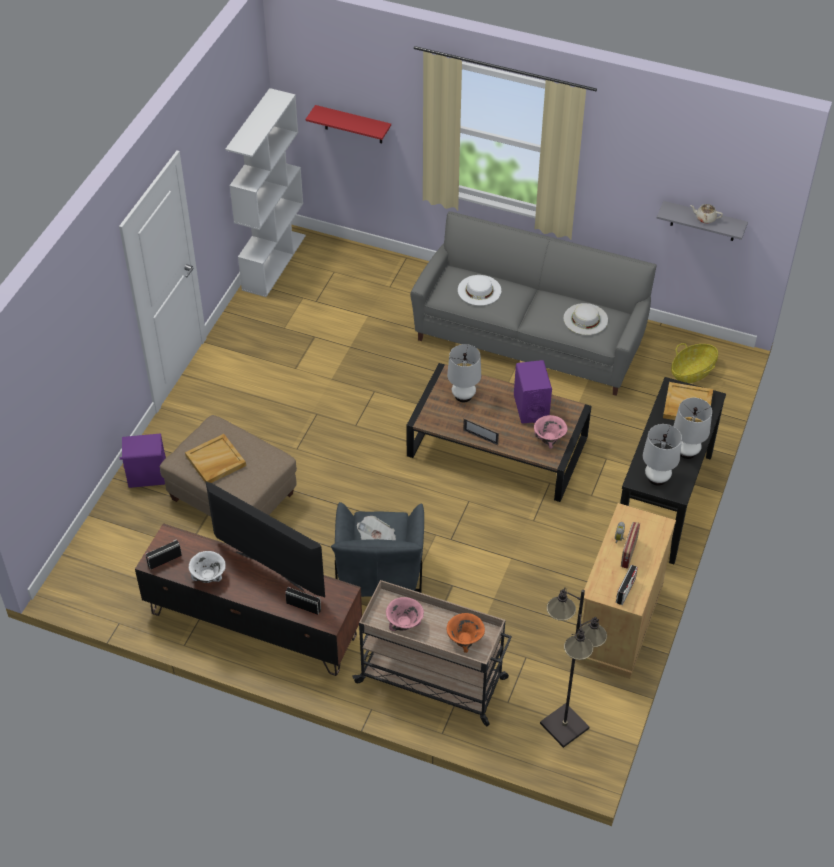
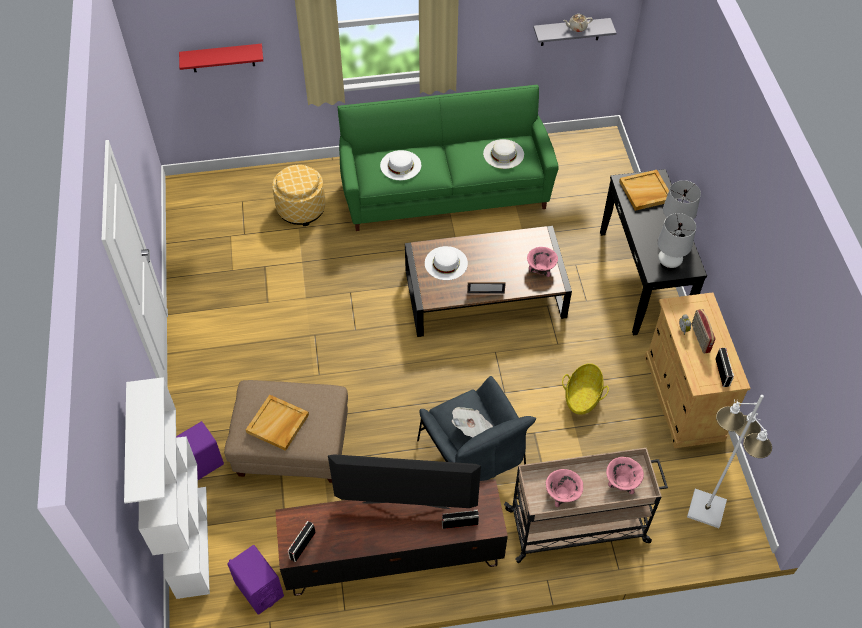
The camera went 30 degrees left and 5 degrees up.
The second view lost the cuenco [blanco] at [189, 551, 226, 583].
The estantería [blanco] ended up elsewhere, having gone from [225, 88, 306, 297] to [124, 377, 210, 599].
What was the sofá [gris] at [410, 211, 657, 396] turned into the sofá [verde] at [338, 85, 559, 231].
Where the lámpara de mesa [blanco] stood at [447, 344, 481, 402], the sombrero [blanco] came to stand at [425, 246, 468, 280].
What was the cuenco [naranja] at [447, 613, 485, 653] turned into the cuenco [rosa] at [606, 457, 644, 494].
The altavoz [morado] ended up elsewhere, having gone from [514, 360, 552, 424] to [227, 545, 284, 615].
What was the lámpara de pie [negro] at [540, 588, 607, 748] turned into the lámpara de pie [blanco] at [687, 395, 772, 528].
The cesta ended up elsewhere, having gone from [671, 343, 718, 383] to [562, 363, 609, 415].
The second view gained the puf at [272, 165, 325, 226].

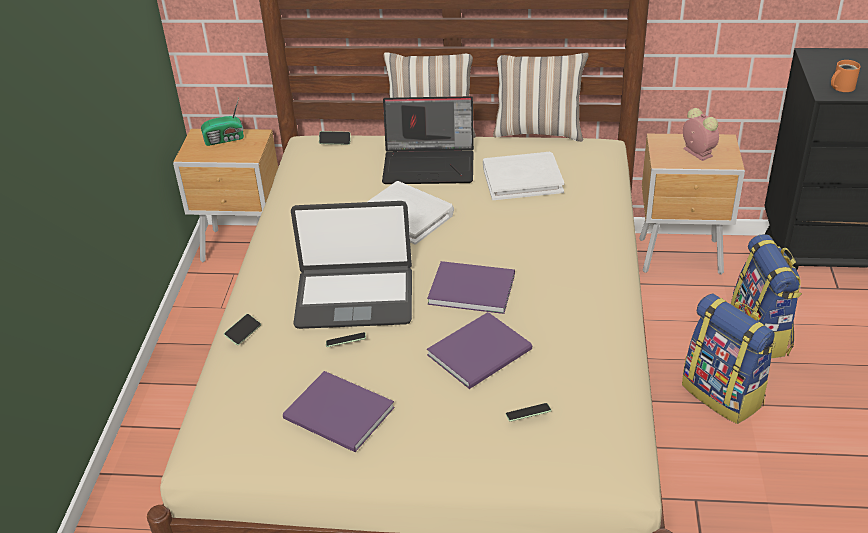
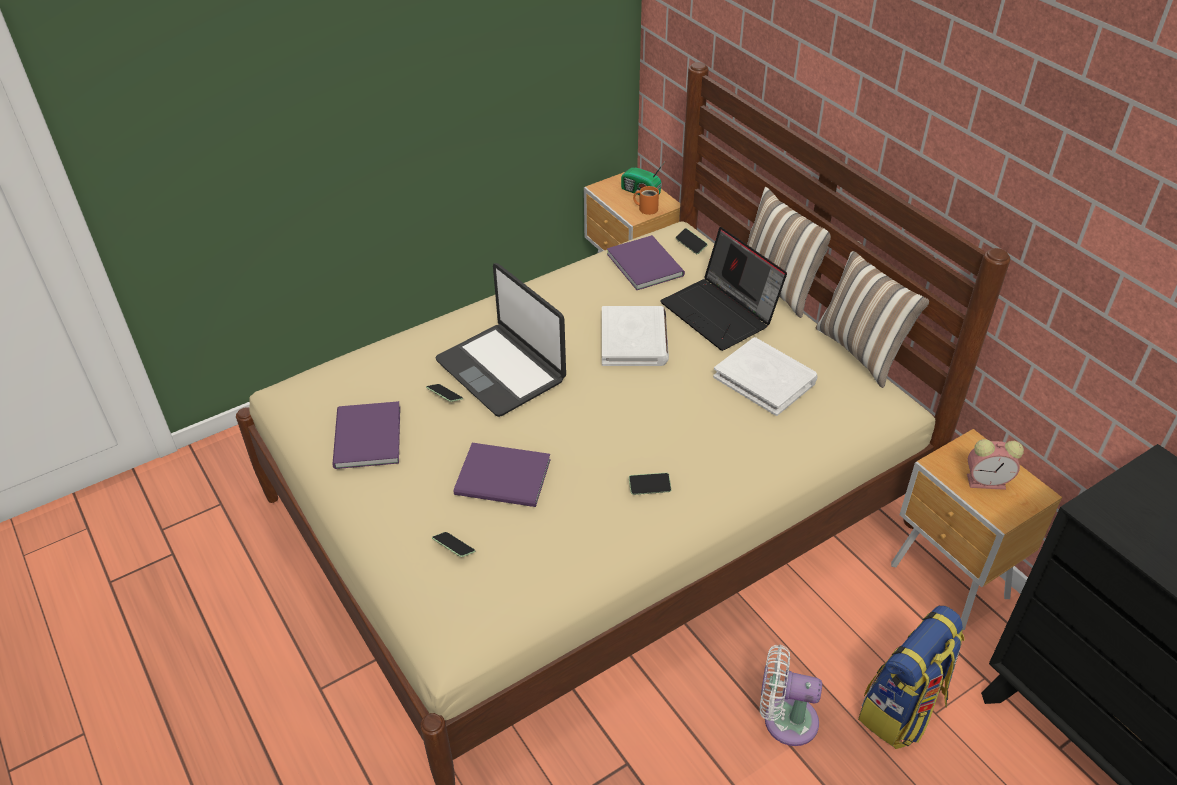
The camera went 50 degrees right and 5 degrees up.
The móvil ended up elsewhere, having gone from [224, 314, 261, 345] to [629, 473, 671, 495].
The libro [morado] ended up elsewhere, having gone from [427, 261, 515, 314] to [607, 235, 685, 290].
Where the mochila stood at [682, 293, 776, 424], the ventilador [blanco] came to stand at [760, 645, 822, 746].
The despertador at [683, 108, 719, 161] ended up facing another way, 75 degrees clockwise from before.
The taza grande [naranja] ended up elsewhere, having gone from [831, 60, 860, 92] to [633, 186, 659, 215].

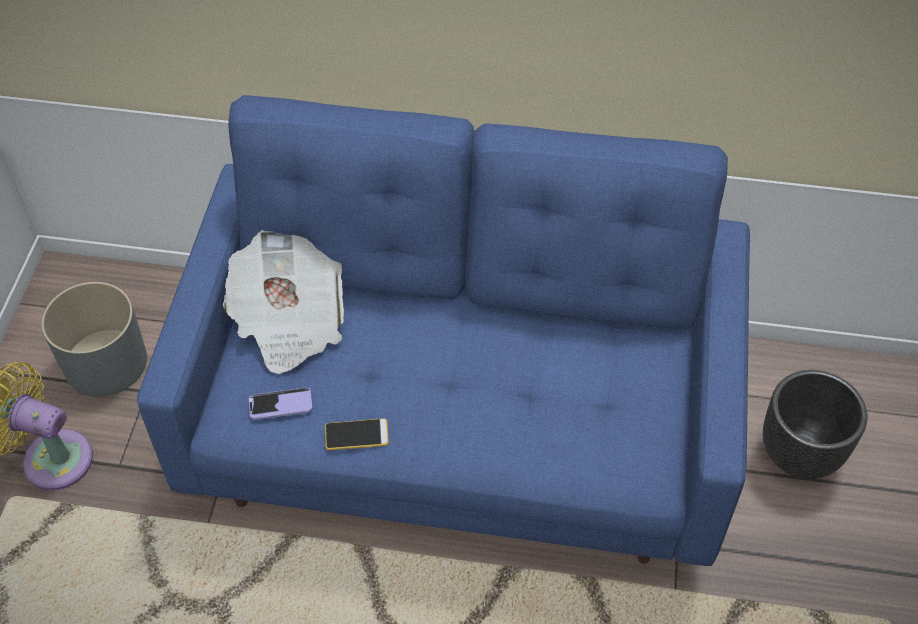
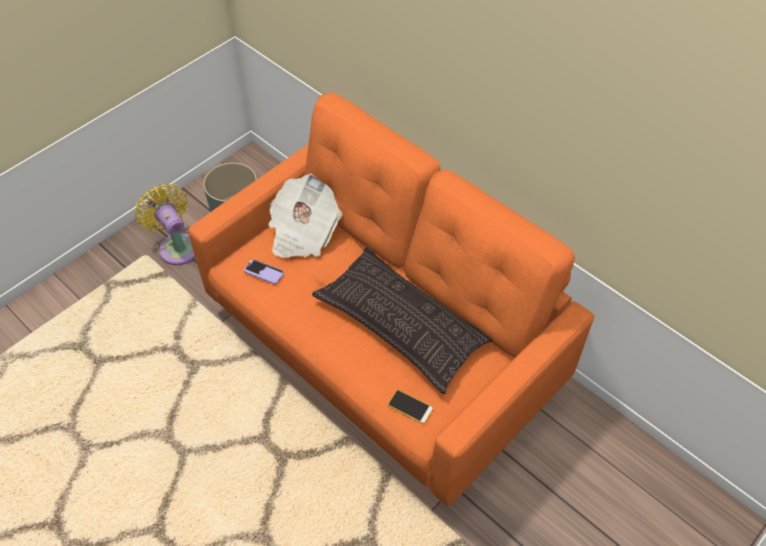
The camera went 35 degrees right and 0 degrees up.
What was the sofá [azul] at [137, 95, 750, 566] turned into the sofá [naranja] at [188, 93, 594, 506].
The móvil ended up elsewhere, having gone from [325, 418, 389, 450] to [388, 390, 433, 424].
The second view lost the maceta [negro] at [763, 370, 868, 479].
The second view gained the cojín at [312, 247, 493, 394].

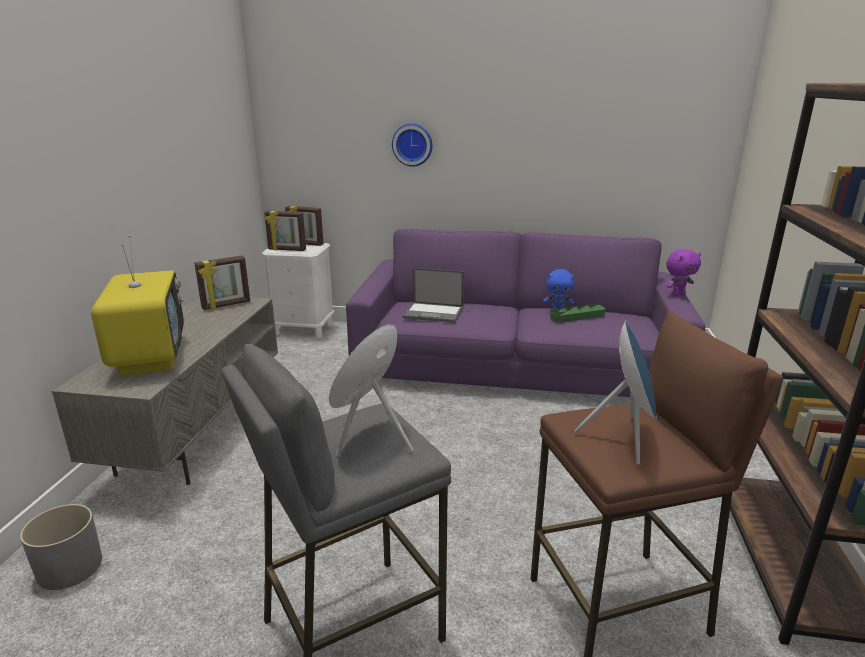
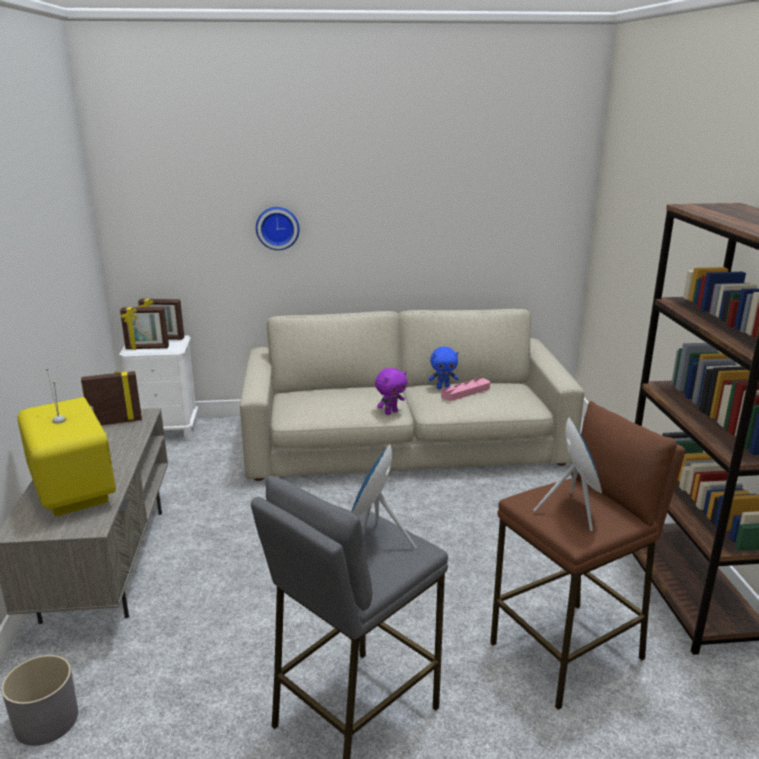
The camera went 15 degrees left and 0 degrees up.
The portarretratos at [194, 255, 250, 310] ended up facing another way, 150 degrees counterclockwise from before.
What was the sofá [morado] at [346, 229, 705, 397] turned into the sofá [beis] at [240, 309, 585, 481].
The second view lost the portátil at [403, 268, 464, 323].
What was the bandeja [verde] at [550, 304, 605, 323] turned into the bandeja [rosa] at [441, 378, 490, 401].
The peluche [morado] ended up elsewhere, having gone from [666, 249, 701, 296] to [375, 368, 407, 415].

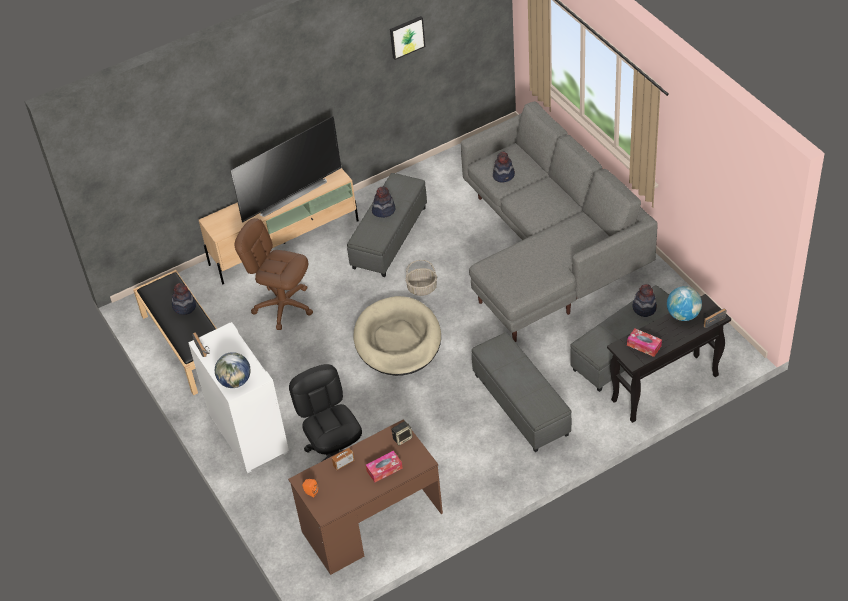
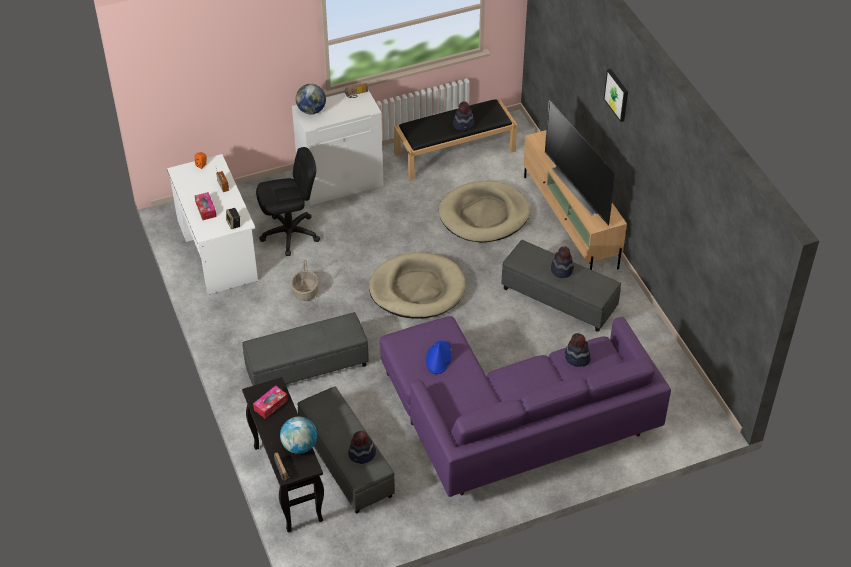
The camera went 95 degrees right and 0 degrees up.
Where the silla de oficina [marrón] stood at [235, 218, 313, 330], the cama para perro [beis] came to stand at [439, 181, 530, 242].
What was the escritorio [marrón] at [288, 419, 443, 575] turned into the escritorio [blanco] at [167, 154, 258, 295].
The cuadro ended up elsewhere, having gone from [390, 16, 425, 60] to [604, 69, 628, 122].
The cesta ended up elsewhere, having gone from [405, 260, 437, 296] to [291, 260, 319, 301].
What was the sofá [gris] at [461, 101, 658, 342] turned into the sofá [morado] at [380, 316, 671, 497].
The second view gained the sombrero [azul] at [426, 340, 452, 374].

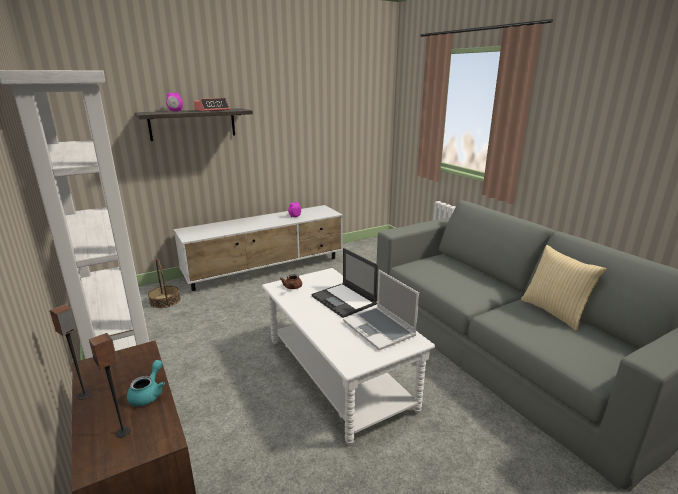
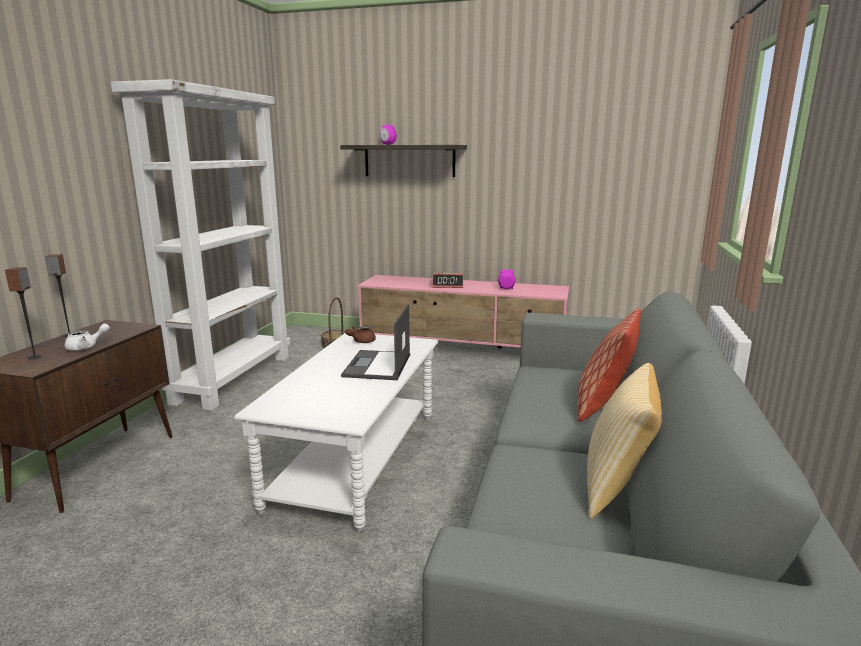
The camera went 45 degrees right and 5 degrees down.
What was the tetera [turquesa] at [127, 360, 165, 406] turned into the tetera [blanco] at [65, 323, 110, 351].
What was the mueble de televisión [blanco] at [174, 205, 343, 291] turned into the mueble de televisión [rosa] at [358, 275, 569, 349].
The despertador ended up elsewhere, having gone from [194, 98, 230, 112] to [432, 273, 463, 288].
The second view lost the portátil at [343, 270, 419, 350].
The second view gained the cojín at [578, 308, 641, 422].

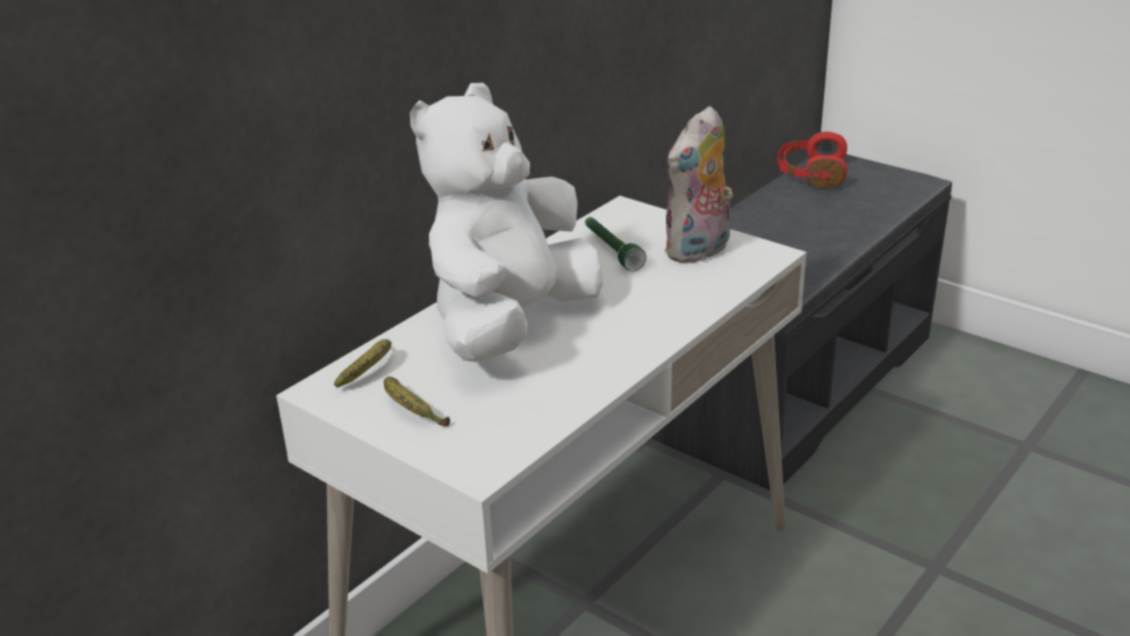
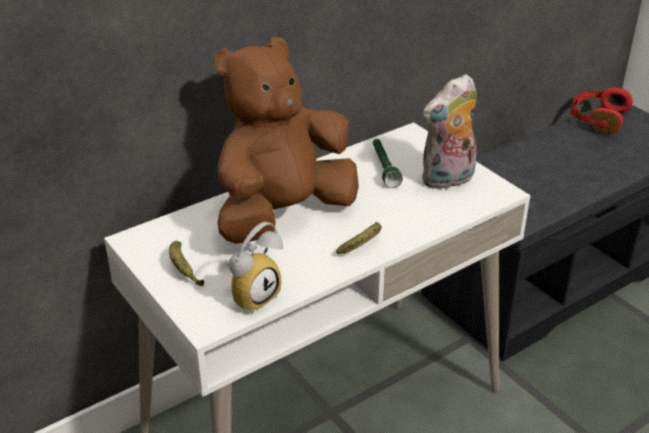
The camera went 15 degrees right and 5 degrees up.
The plátano ended up elsewhere, having gone from [334, 339, 391, 388] to [336, 222, 382, 254].
What was the peluche [blanco] at [410, 83, 603, 362] turned into the peluche [marrón] at [215, 37, 359, 244].
The second view gained the despertador at [224, 222, 283, 314].

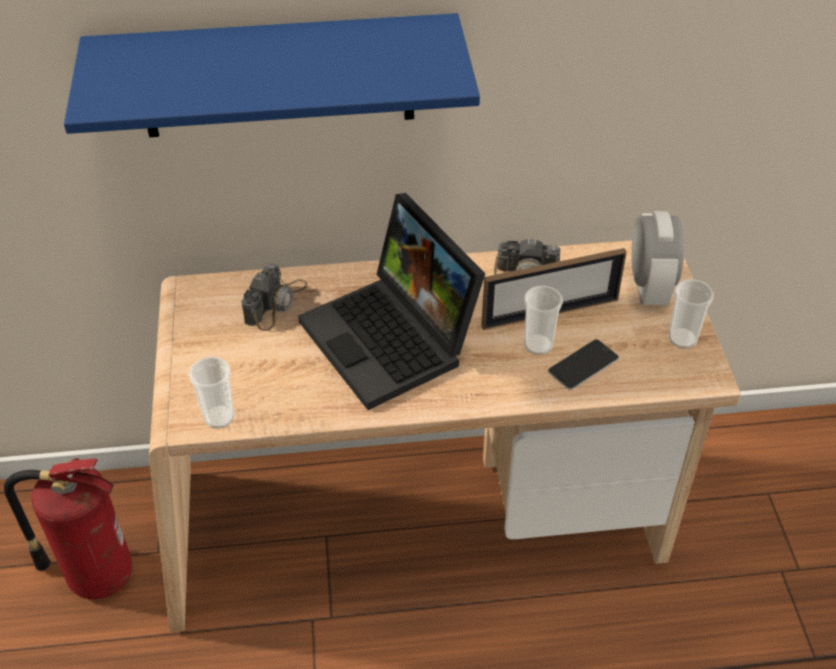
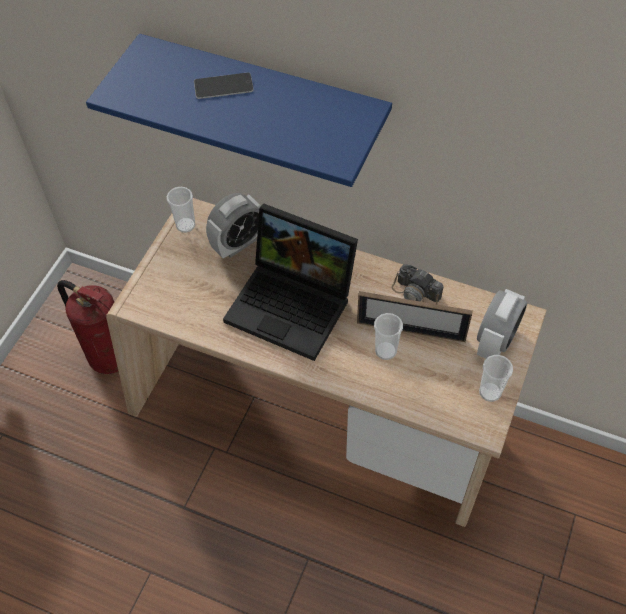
The camera went 30 degrees right and 10 degrees up.
The taza ended up elsewhere, having gone from [189, 357, 235, 429] to [167, 187, 195, 233].
Where the cámara stood at [242, 263, 308, 331], the despertador came to stand at [206, 193, 261, 258].
The portátil at [298, 193, 485, 410] ended up facing another way, 60 degrees counterclockwise from before.
The móvil ended up elsewhere, having gone from [548, 339, 619, 390] to [194, 73, 254, 99].

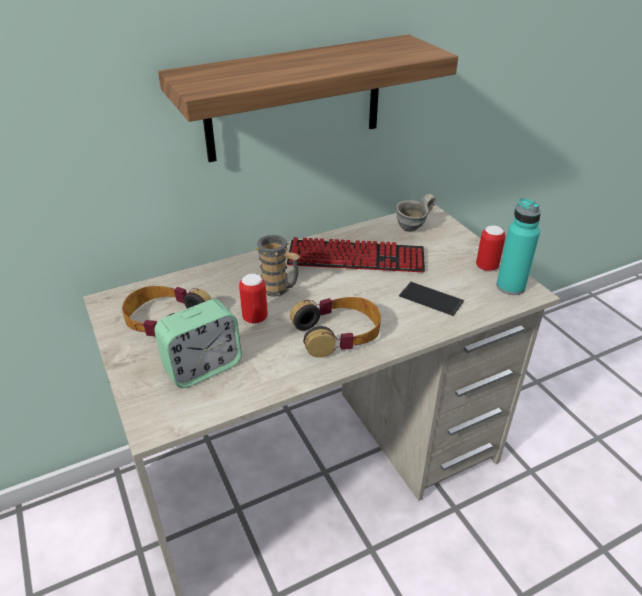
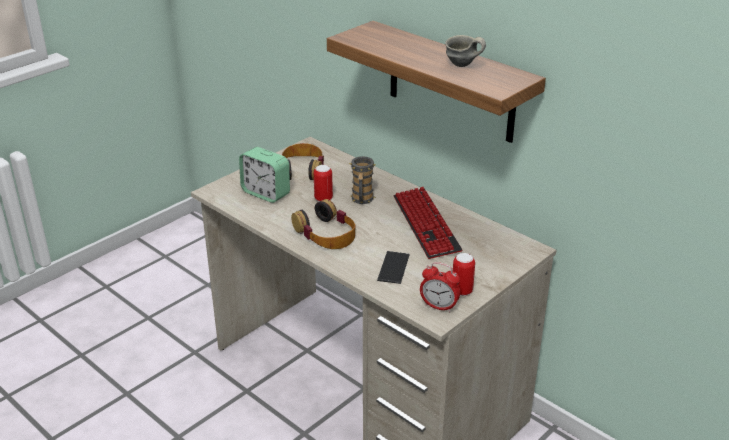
The camera went 70 degrees right and 5 degrees down.
The taza grande [gris] ended up elsewhere, having gone from [396, 194, 436, 232] to [445, 35, 486, 67].
Where the botella [turquesa] stood at [496, 198, 541, 295], the despertador came to stand at [420, 262, 460, 312].

